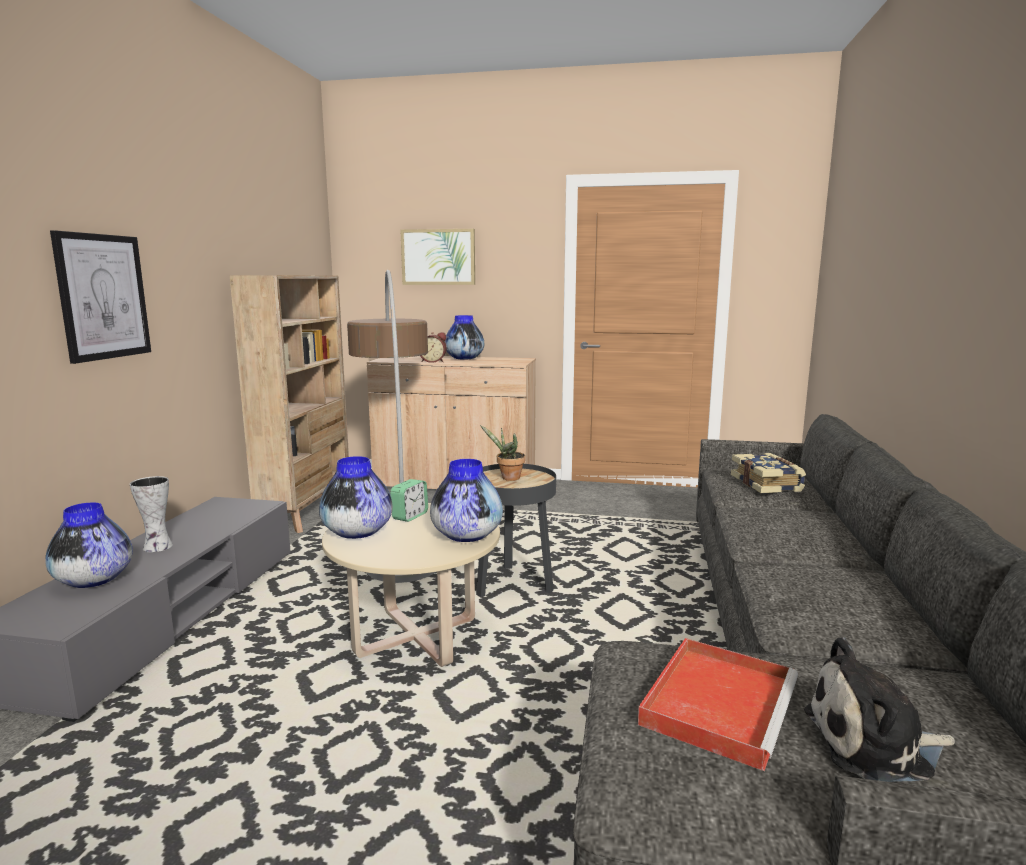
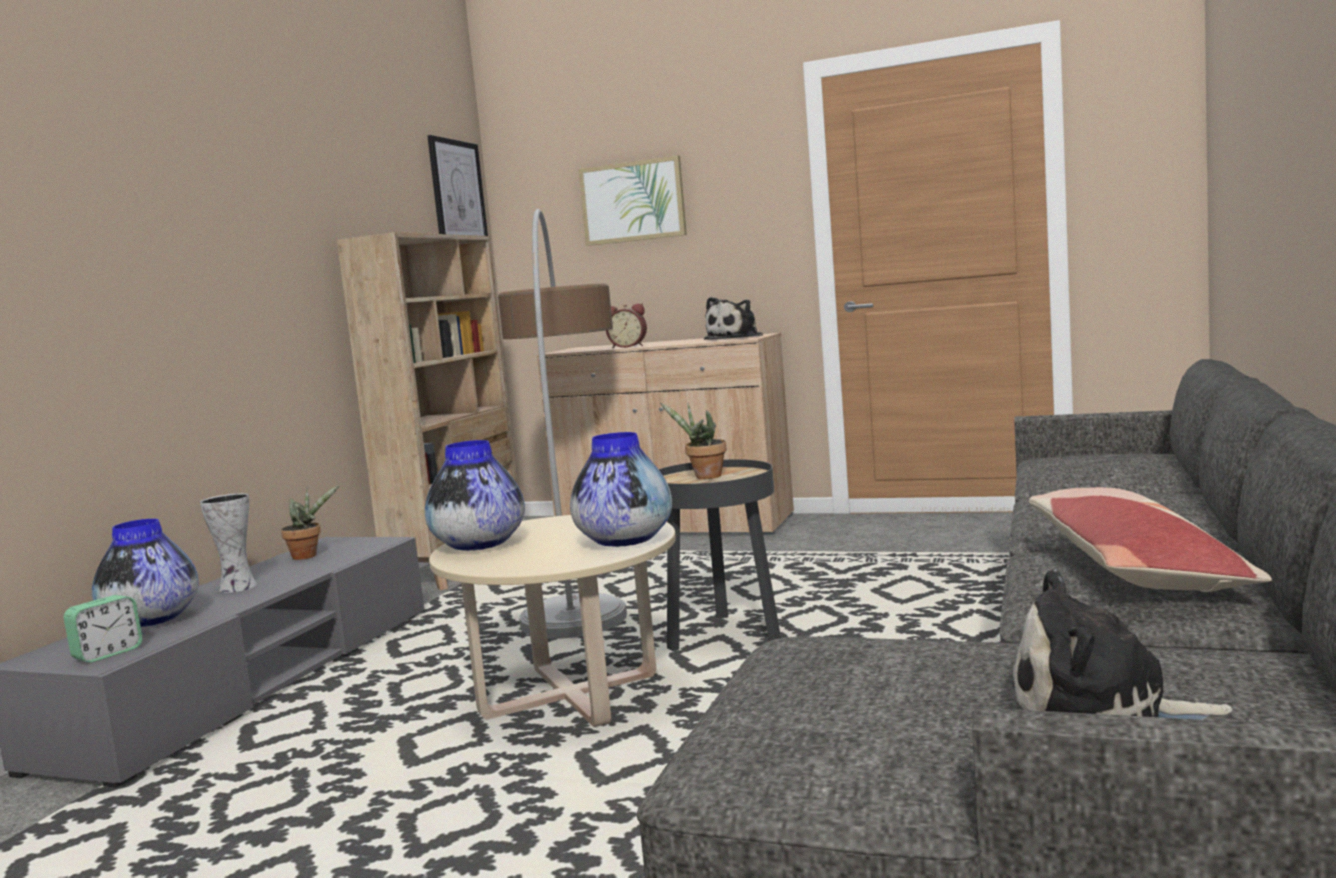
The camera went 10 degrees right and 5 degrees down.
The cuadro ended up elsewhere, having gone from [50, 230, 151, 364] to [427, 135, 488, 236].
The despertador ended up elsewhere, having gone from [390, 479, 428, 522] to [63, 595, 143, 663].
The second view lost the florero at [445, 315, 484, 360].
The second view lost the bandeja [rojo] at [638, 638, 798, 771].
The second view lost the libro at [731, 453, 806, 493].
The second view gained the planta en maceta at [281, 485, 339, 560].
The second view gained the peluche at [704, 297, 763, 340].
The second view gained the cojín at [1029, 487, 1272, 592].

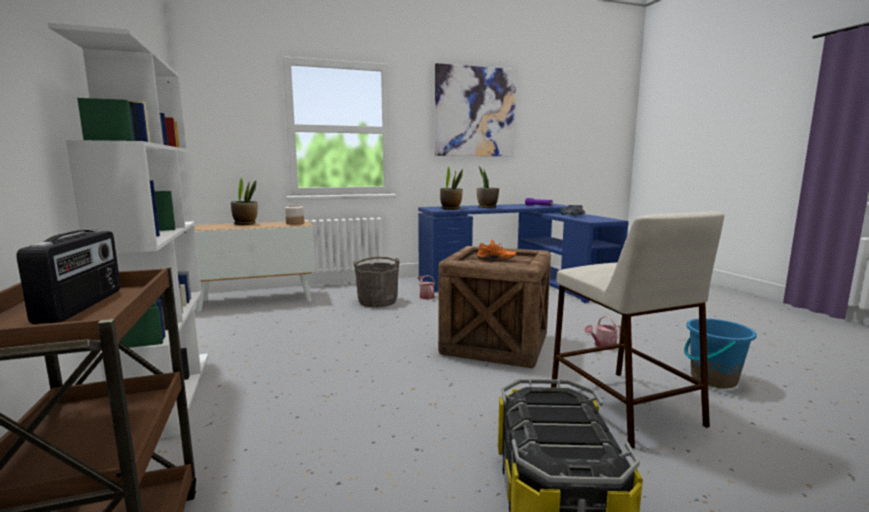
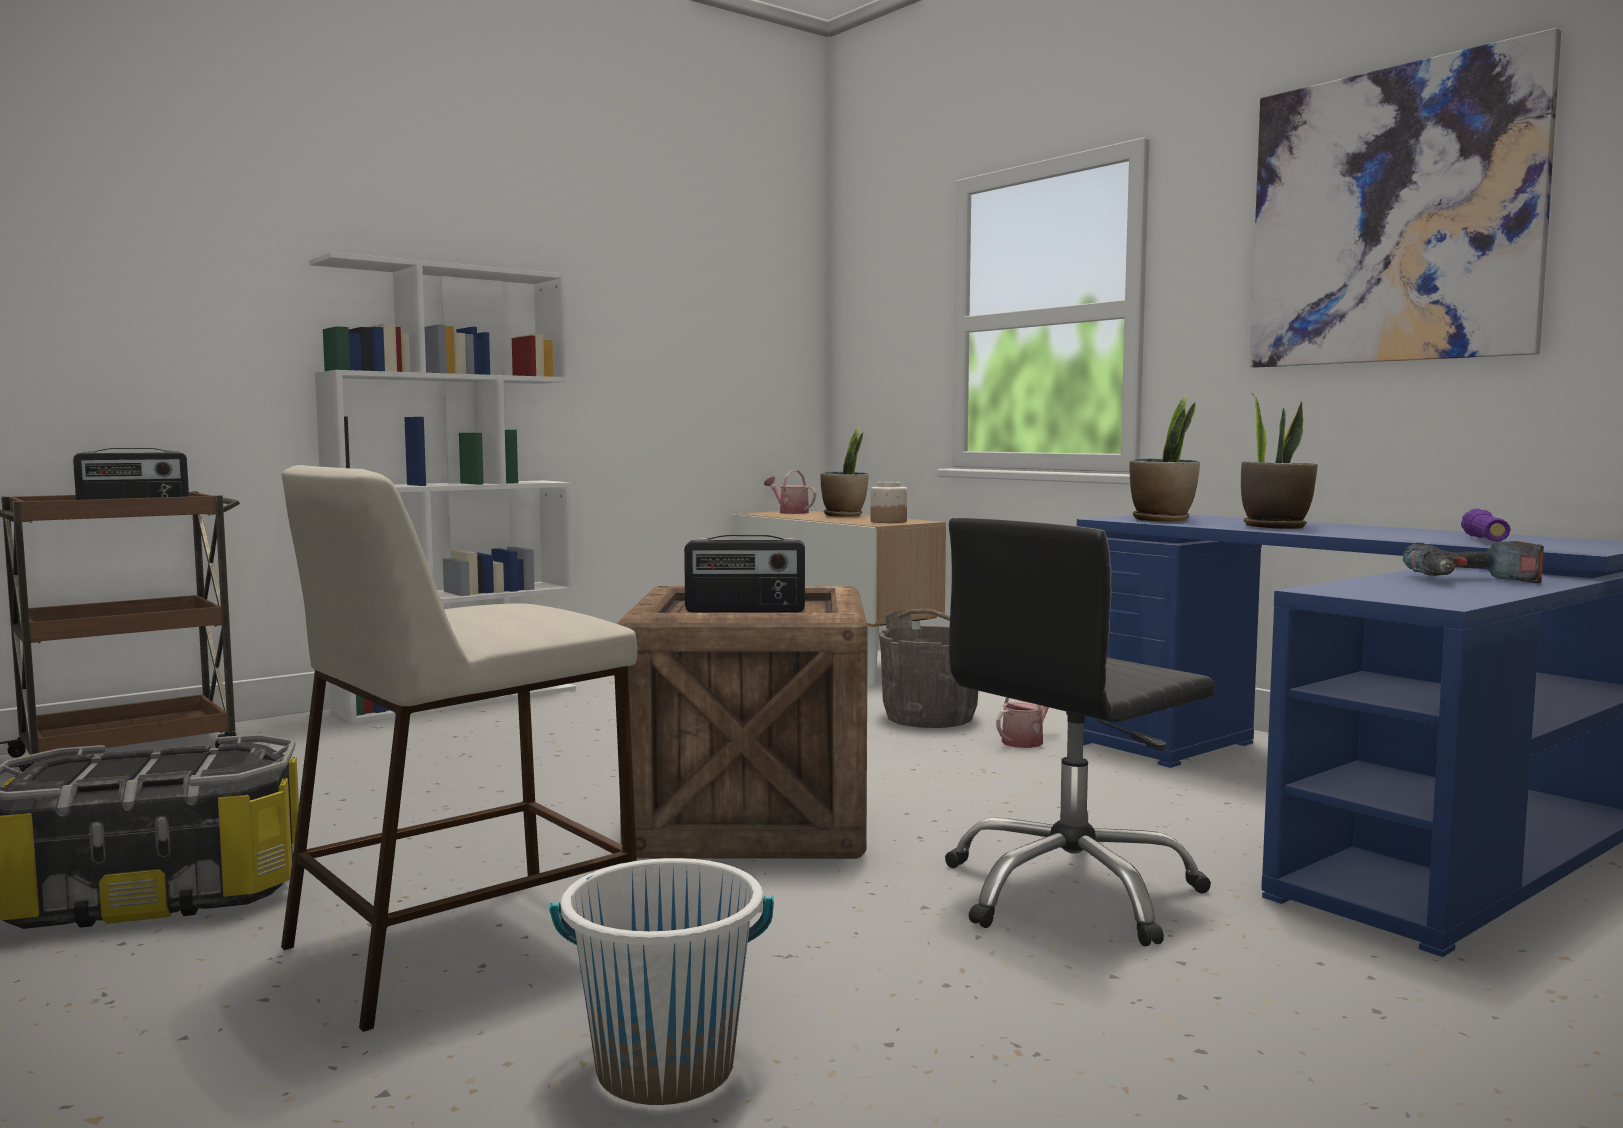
The camera went 70 degrees right and 5 degrees down.
Where the zapato [naranja] stood at [477, 239, 516, 260], the radio came to stand at [684, 535, 805, 612].
The regadera ended up elsewhere, having gone from [584, 316, 621, 350] to [764, 470, 816, 514].
What was the cubo [azul] at [684, 318, 757, 388] turned into the cubo [blanco] at [549, 858, 774, 1105].
The second view gained the silla de oficina [negro] at [945, 518, 1215, 946].

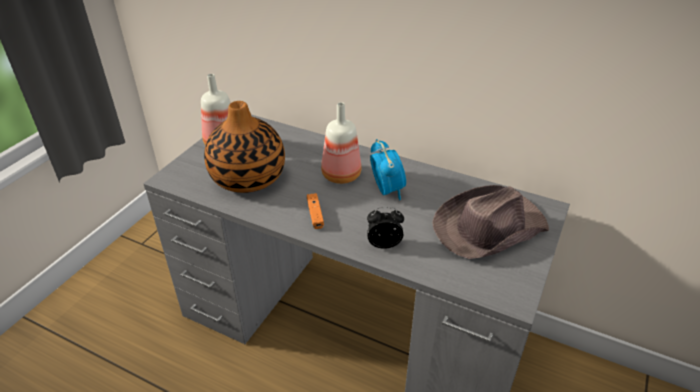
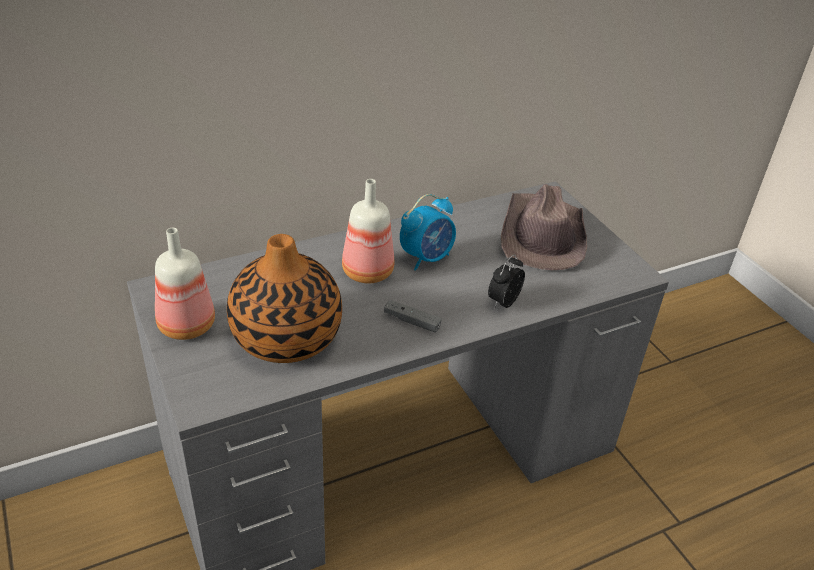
The camera went 55 degrees left and 0 degrees up.
What was the mando de consola [naranja] at [307, 193, 324, 229] turned into the mando de consola [gris] at [384, 300, 442, 333].
The despertador at [370, 139, 406, 200] ended up facing another way, 120 degrees clockwise from before.

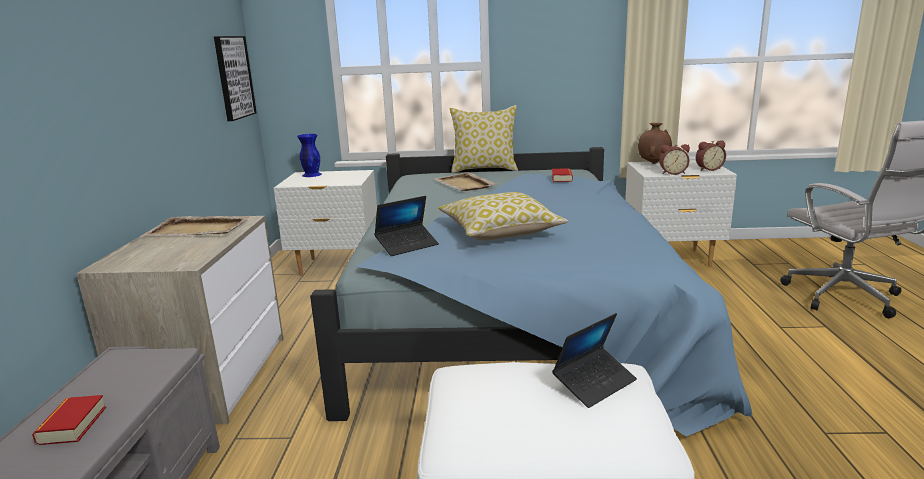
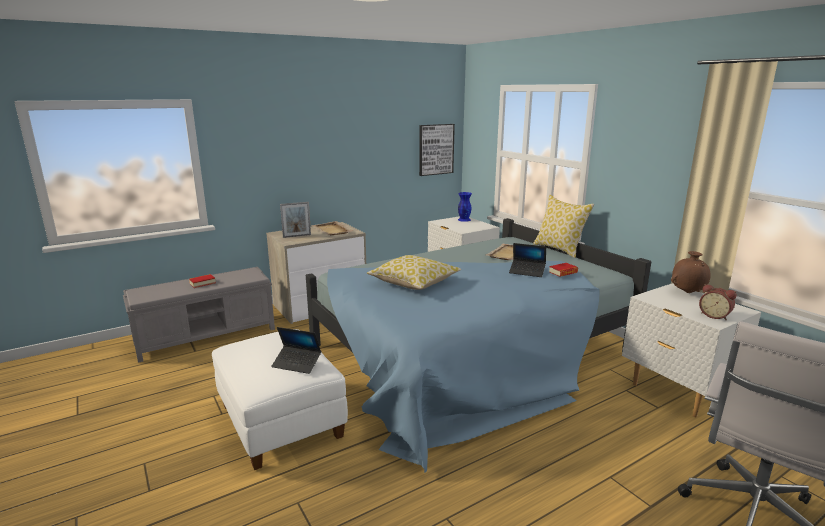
The camera went 55 degrees right and 0 degrees up.
The portátil ended up elsewhere, having gone from [374, 196, 439, 256] to [509, 243, 546, 277].
The second view lost the despertador at [659, 144, 690, 175].
The second view gained the portarretratos at [280, 202, 311, 238].

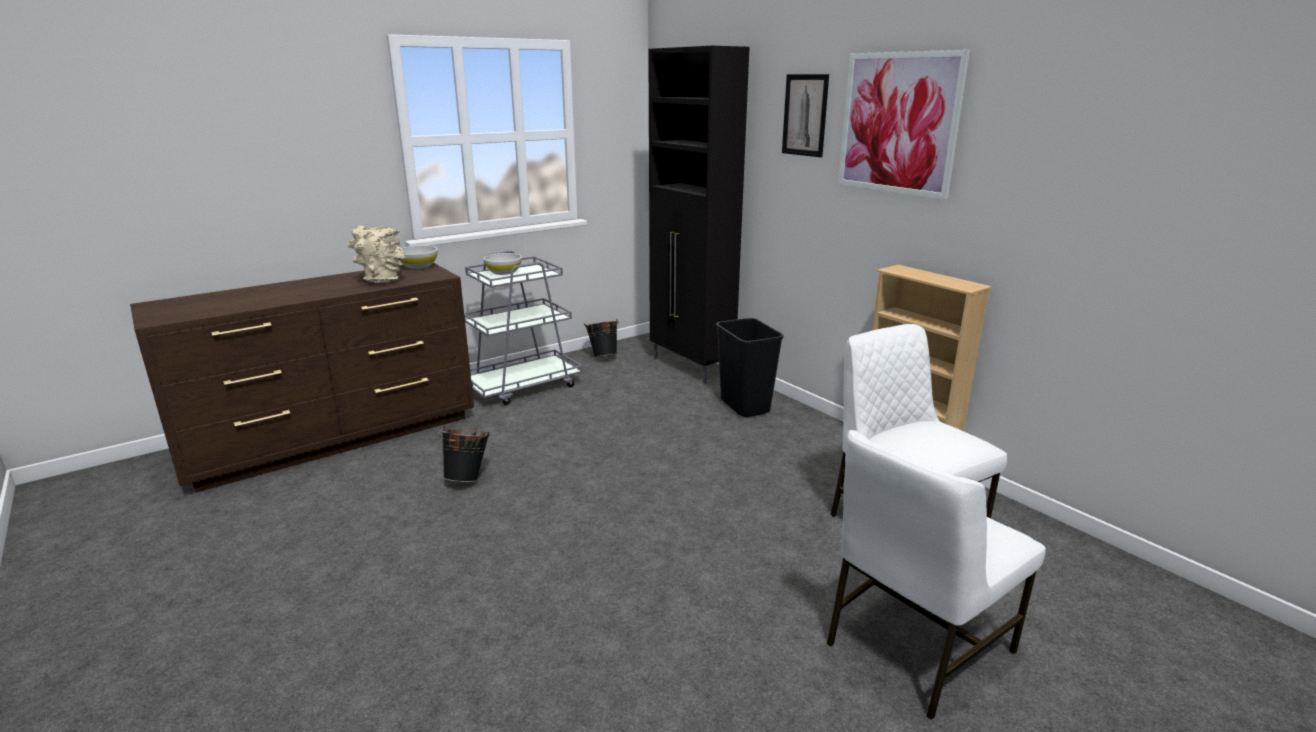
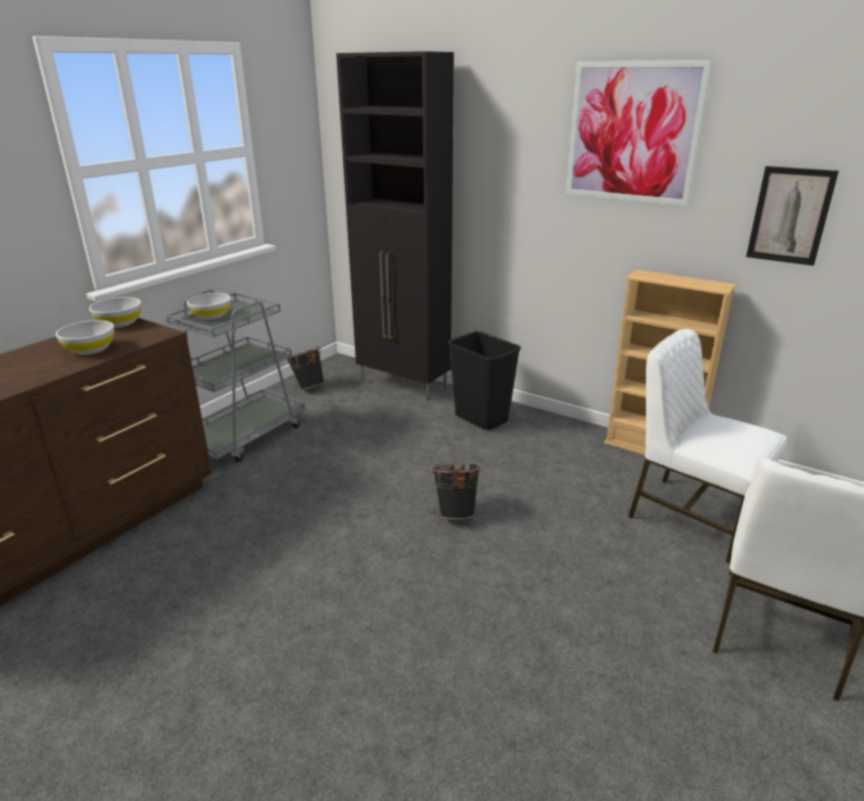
The camera went 20 degrees left and 5 degrees up.
Where the florero [beis] stood at [347, 226, 406, 283], the cuenco [blanco] came to stand at [56, 320, 114, 355].
The cubo [negro] ended up elsewhere, having gone from [438, 426, 490, 482] to [430, 463, 482, 519].
The cuadro ended up elsewhere, having gone from [782, 74, 829, 157] to [746, 166, 839, 266].

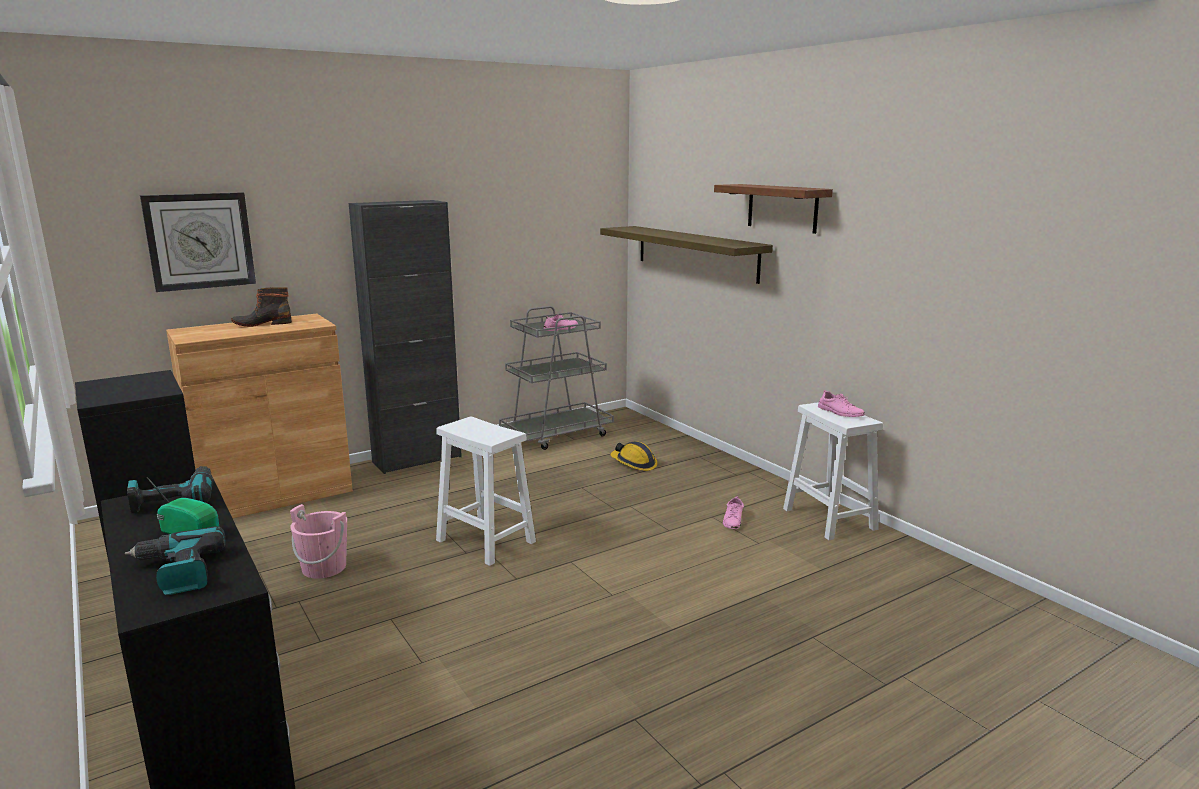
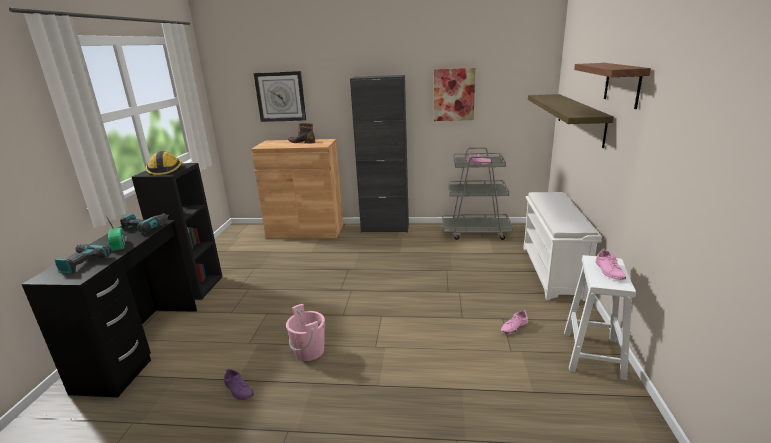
The camera went 40 degrees right and 5 degrees up.
The cubo [rosa] ended up elsewhere, having gone from [290, 504, 347, 579] to [286, 304, 325, 361].
The second view lost the taburete [blanco] at [436, 417, 536, 566].
The casco ended up elsewhere, having gone from [610, 441, 657, 471] to [145, 151, 182, 175].
The second view gained the zapato [morado] at [224, 369, 254, 400].
The second view gained the cuadro at [434, 68, 475, 121].
The second view gained the zapatero [blanco] at [523, 192, 602, 301].

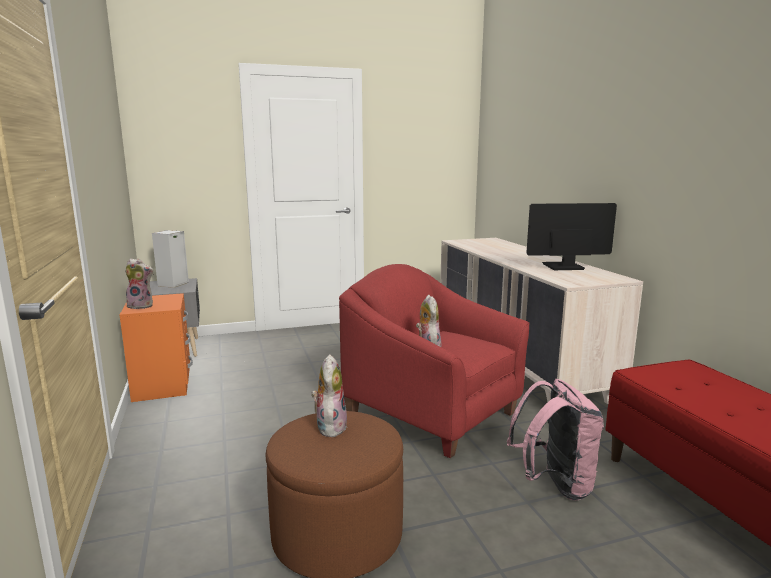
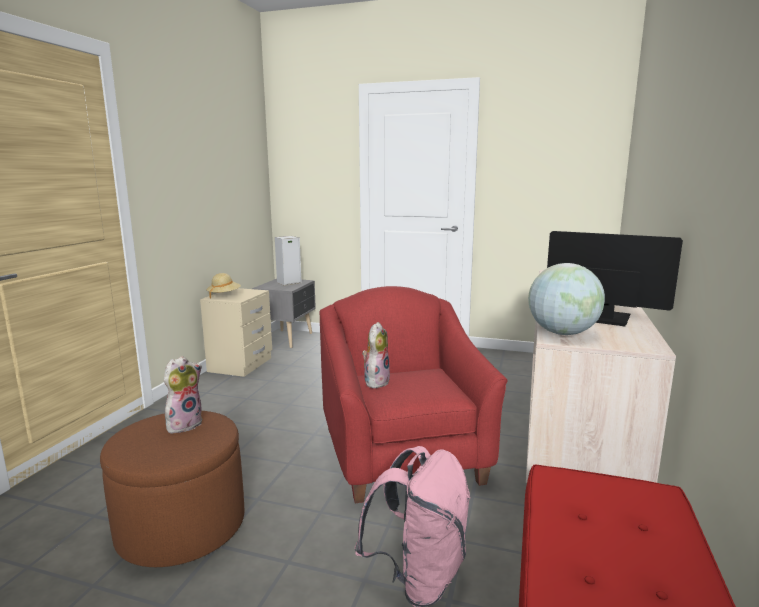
The camera went 35 degrees right and 0 degrees up.
What was the mesita de noche [naranja] at [120, 293, 193, 402] turned into the mesita de noche [beis] at [200, 288, 272, 377].
Where the peluche stood at [125, 258, 153, 309], the sombrero [beis] came to stand at [206, 273, 241, 299].
The second view gained the globo terráqueo at [528, 263, 605, 335].

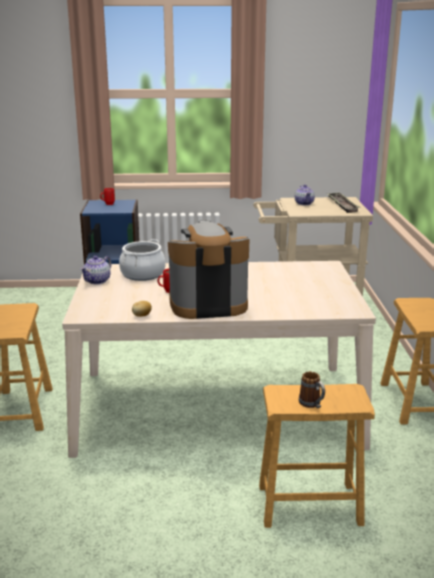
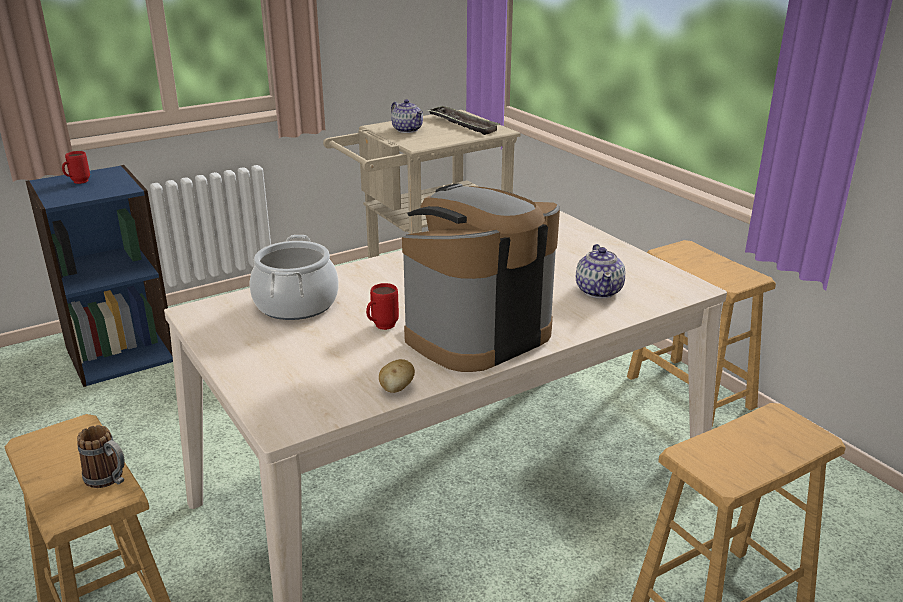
The camera went 30 degrees left and 5 degrees up.
The tetera ended up elsewhere, having gone from [80, 256, 112, 284] to [576, 244, 625, 298].
The taza grande ended up elsewhere, having gone from [299, 371, 325, 408] to [77, 425, 125, 488].

